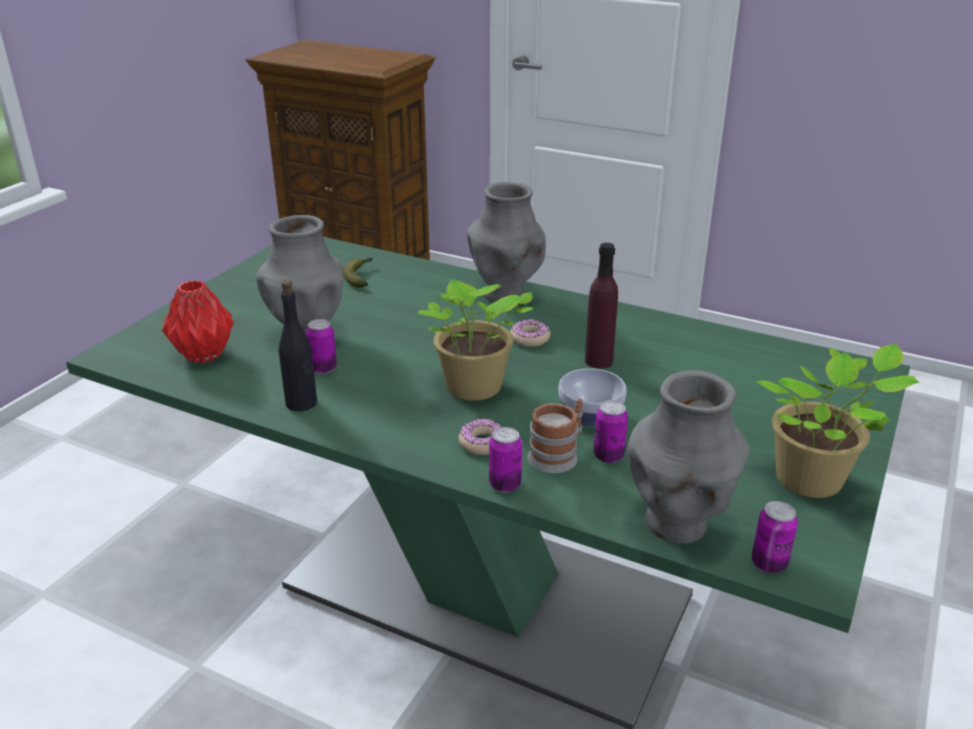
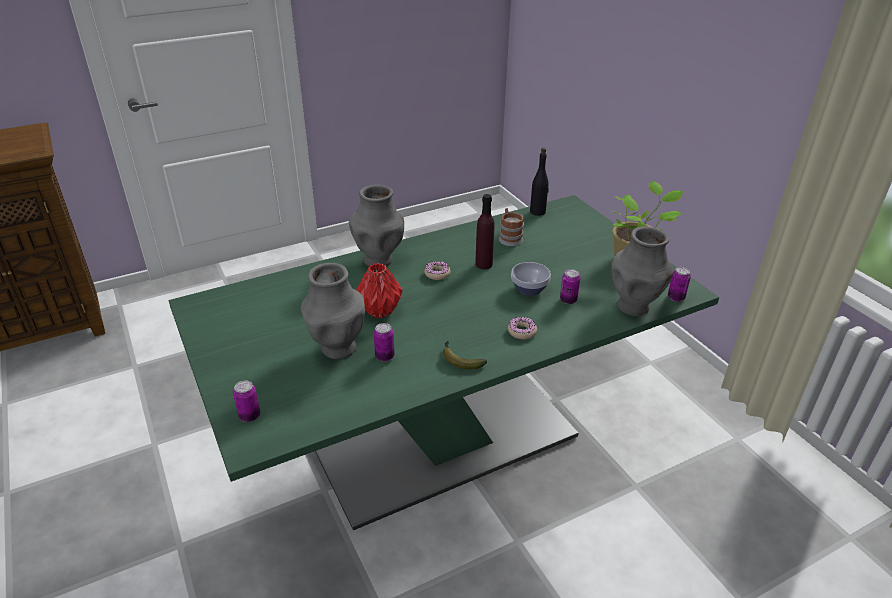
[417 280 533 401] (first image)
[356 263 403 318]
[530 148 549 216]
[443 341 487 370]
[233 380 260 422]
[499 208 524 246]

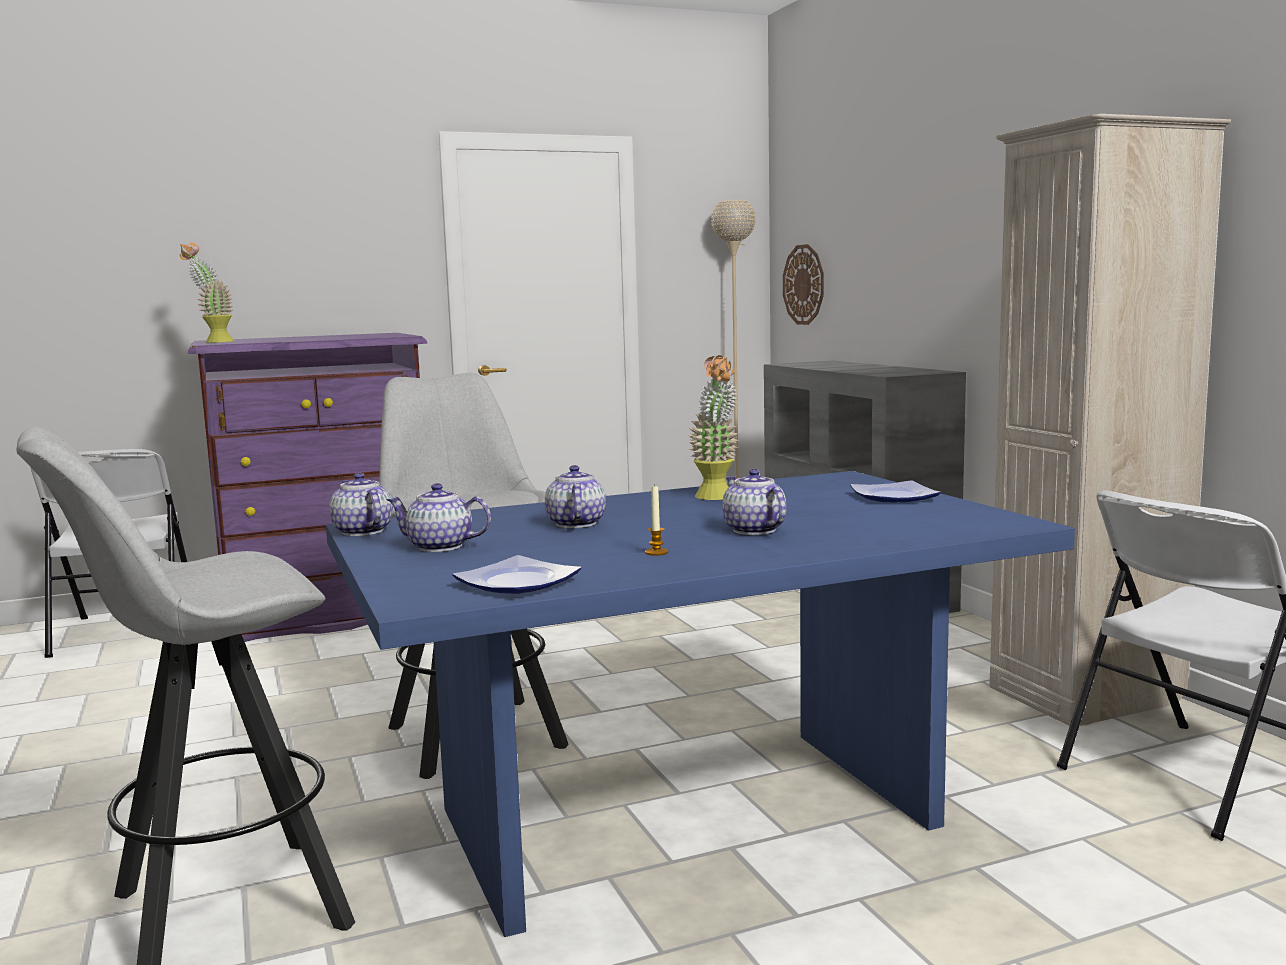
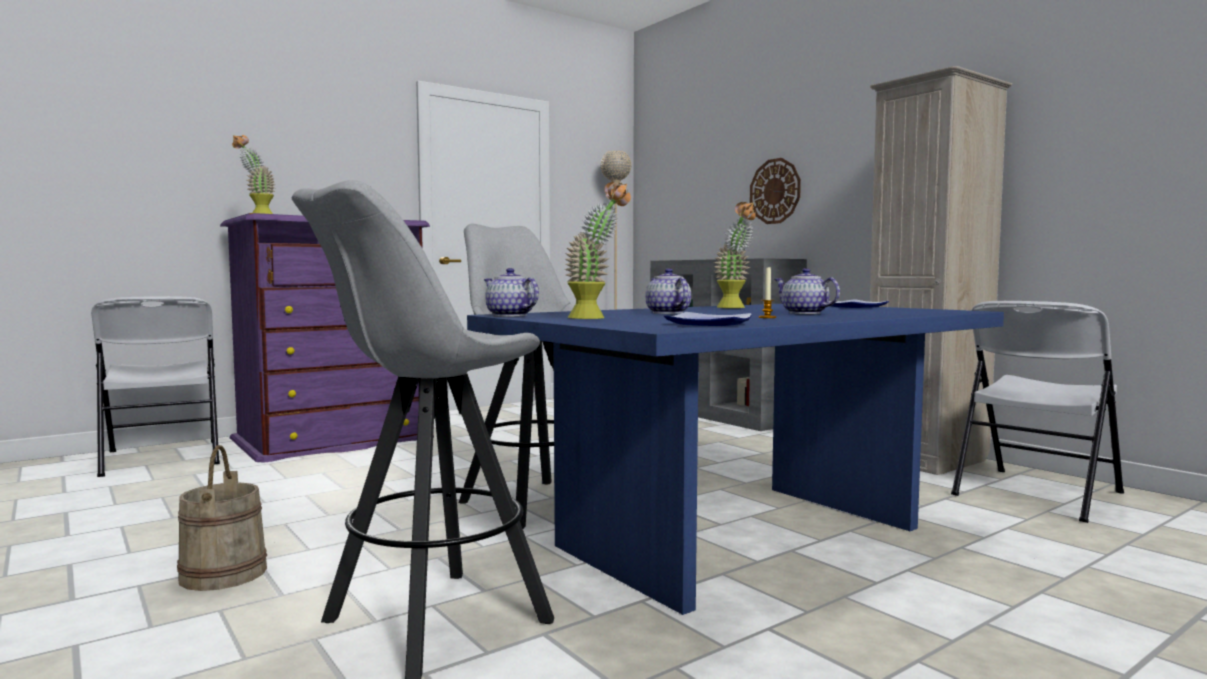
[177 445 267 591]
[750 158 801 224]
[565 182 631 319]

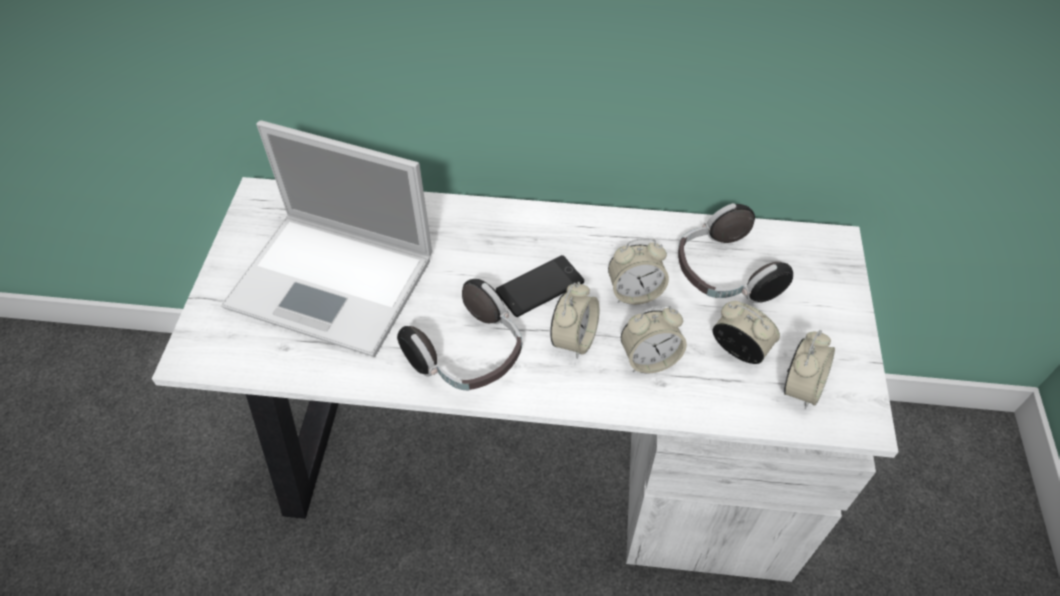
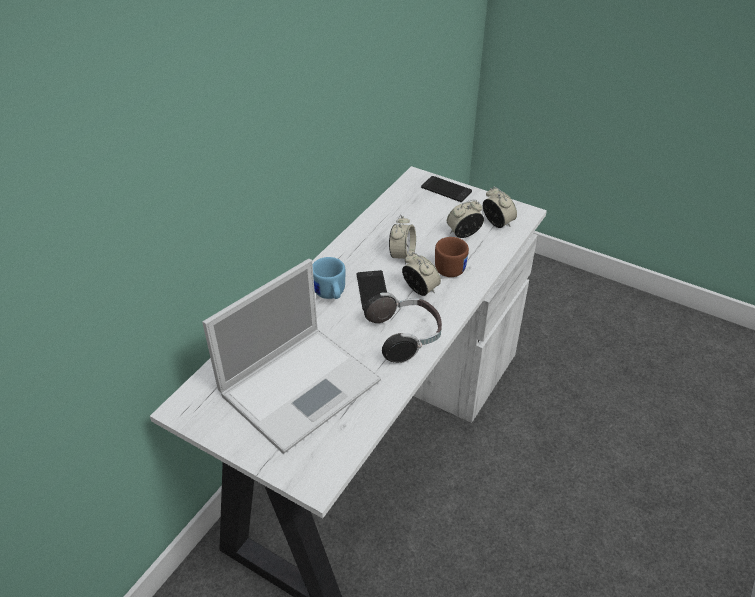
[678 203 793 303] (first image)
[312 257 345 299]
[421 176 472 202]
[435 237 469 277]

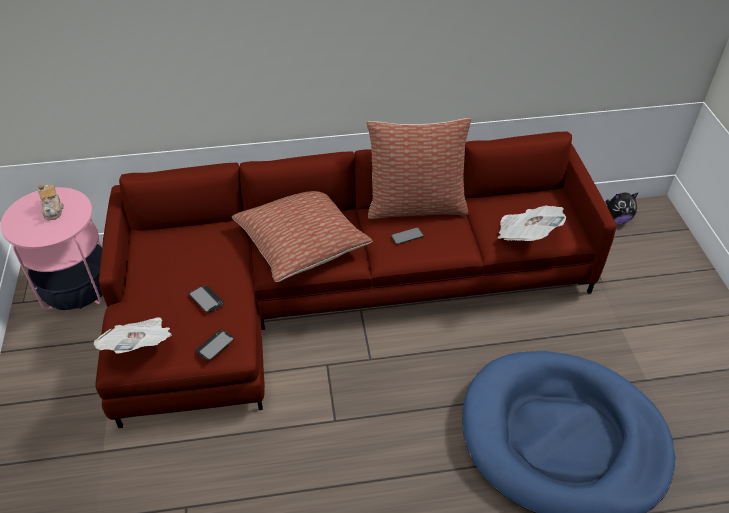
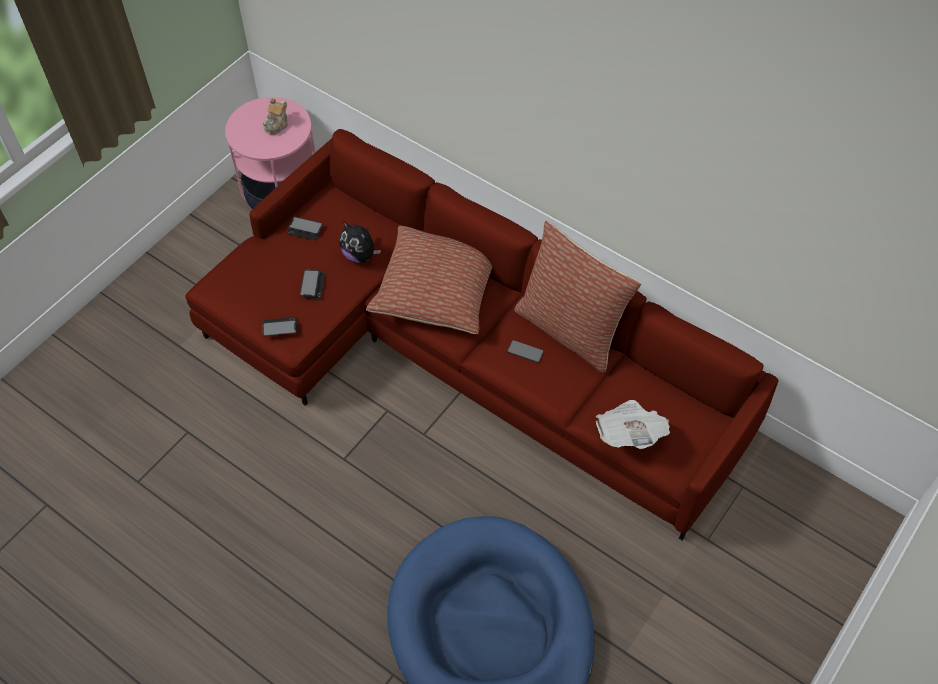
[94 317 172 354] (first image)
[287 217 322 240]
[339 221 381 263]

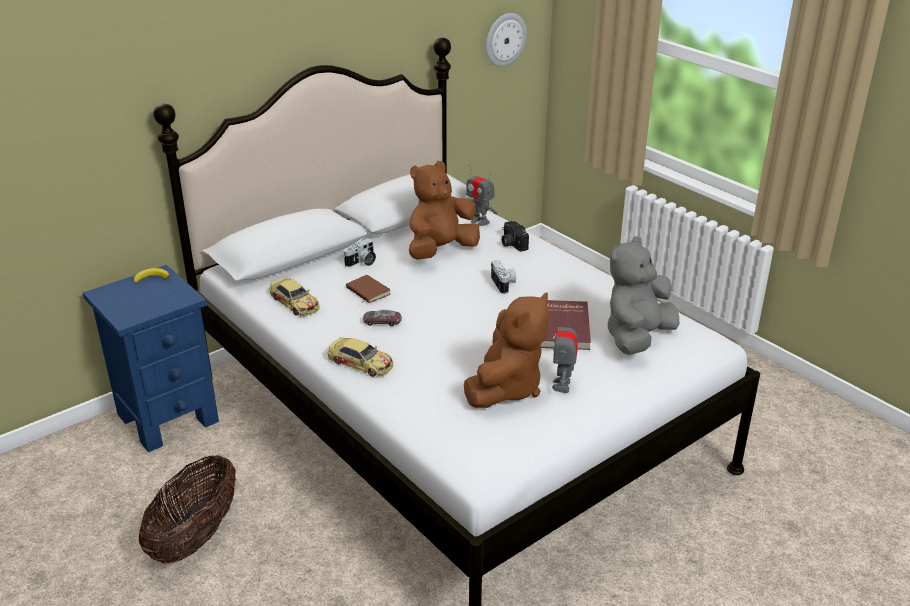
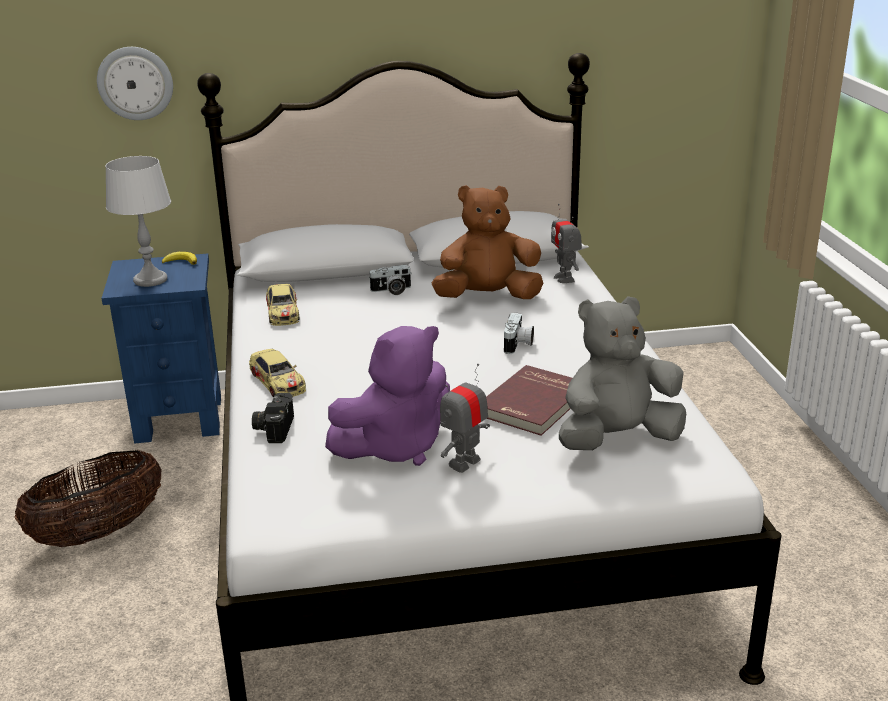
[346 275 391 303] (first image)
[363 310 402 326] (first image)
[105 156 171 287]
[97 47 173 120]
[252 393 294 443]
[325 326 450 466]

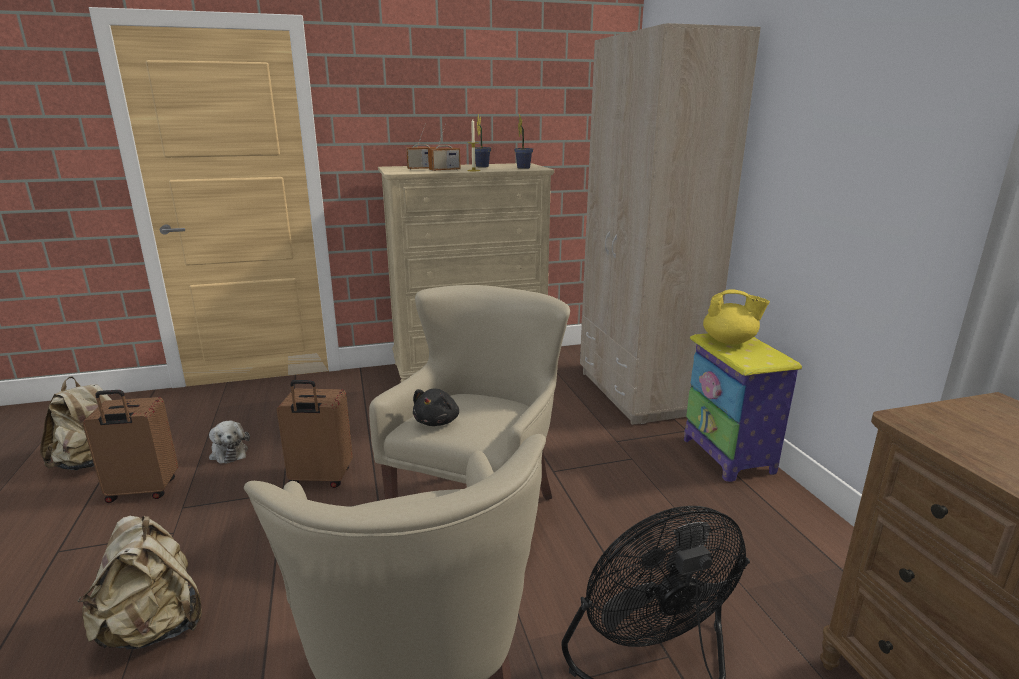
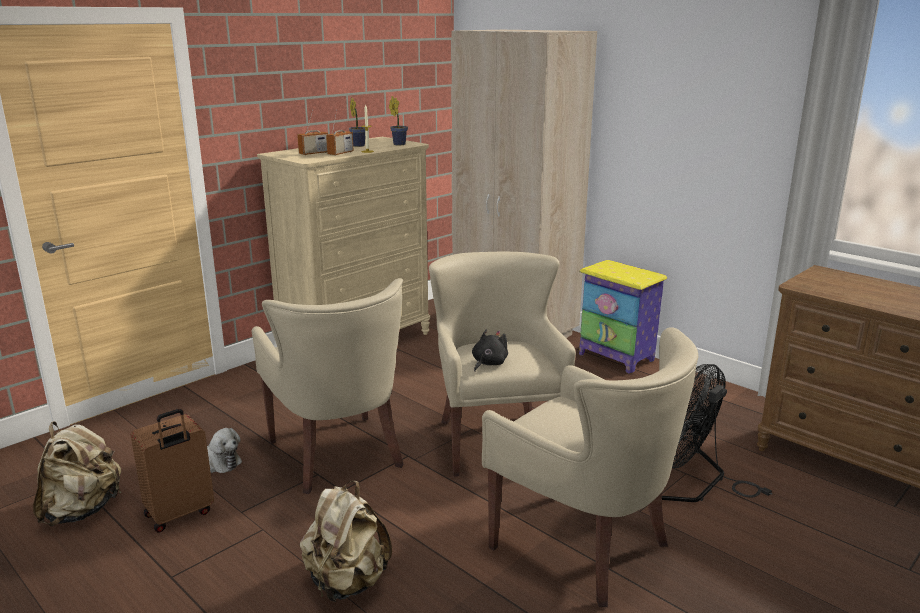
[703 290 770 344] (first image)
[252 278 404 494]
[472 329 508 372]

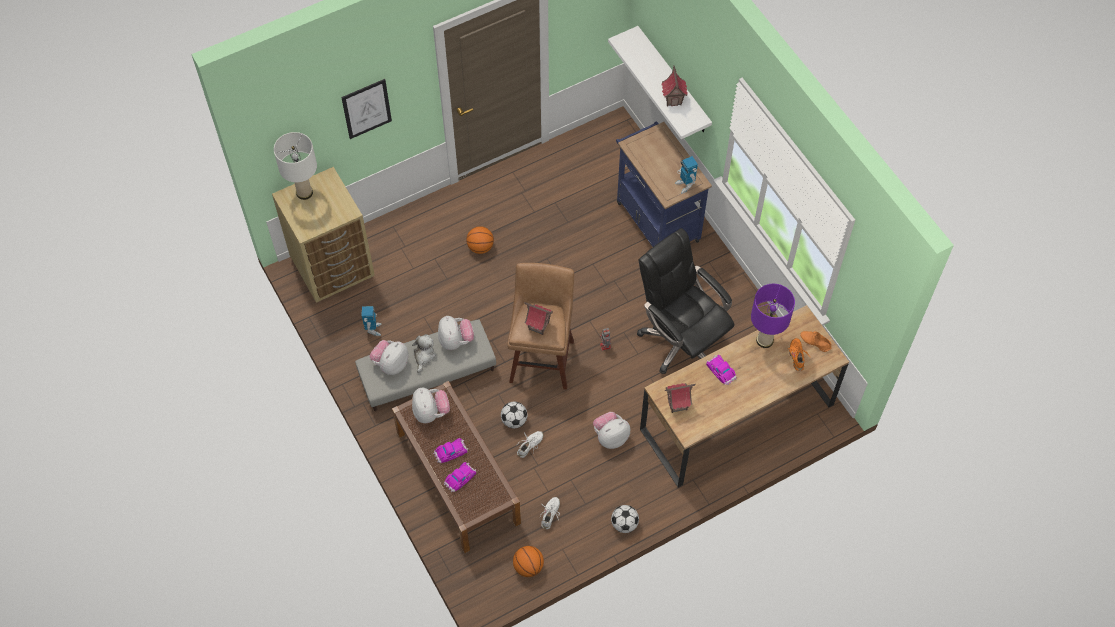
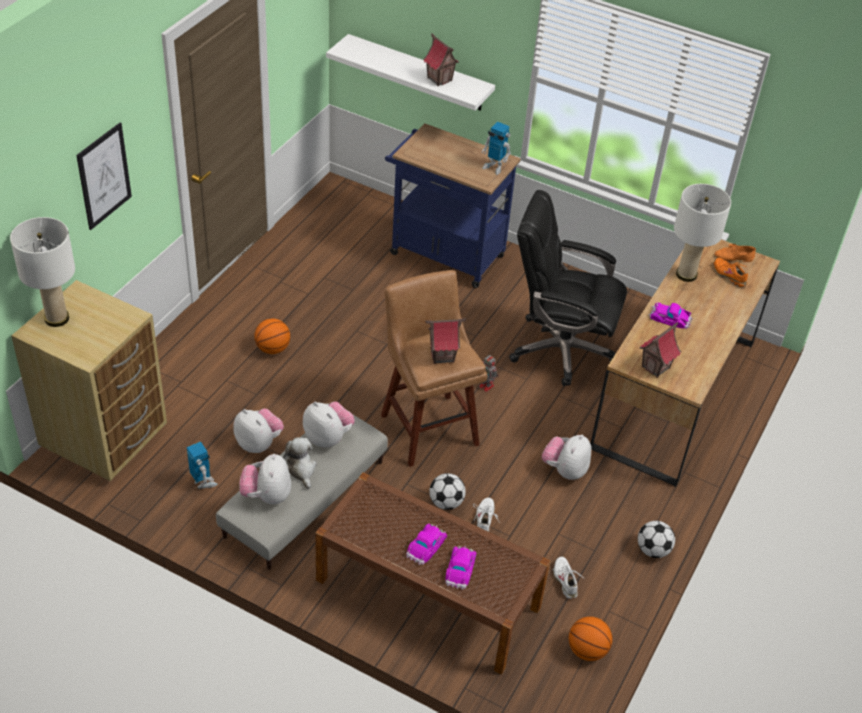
[233 408 284 453]
[674 184 731 282]

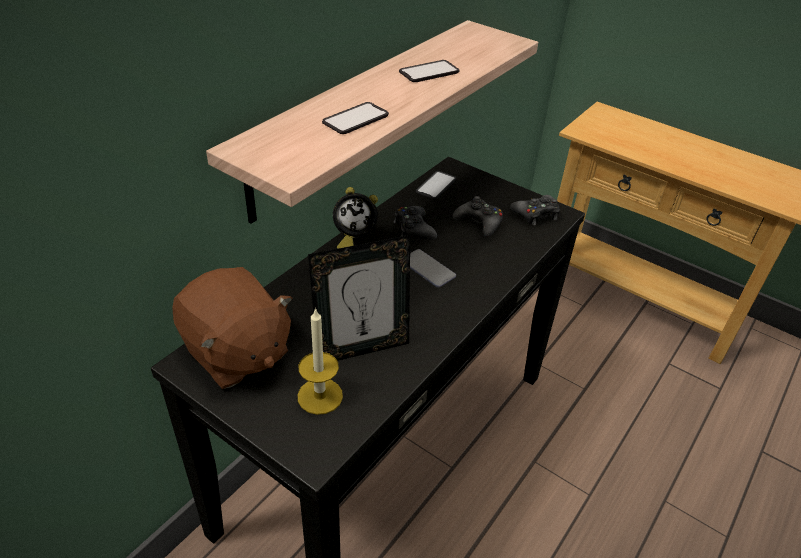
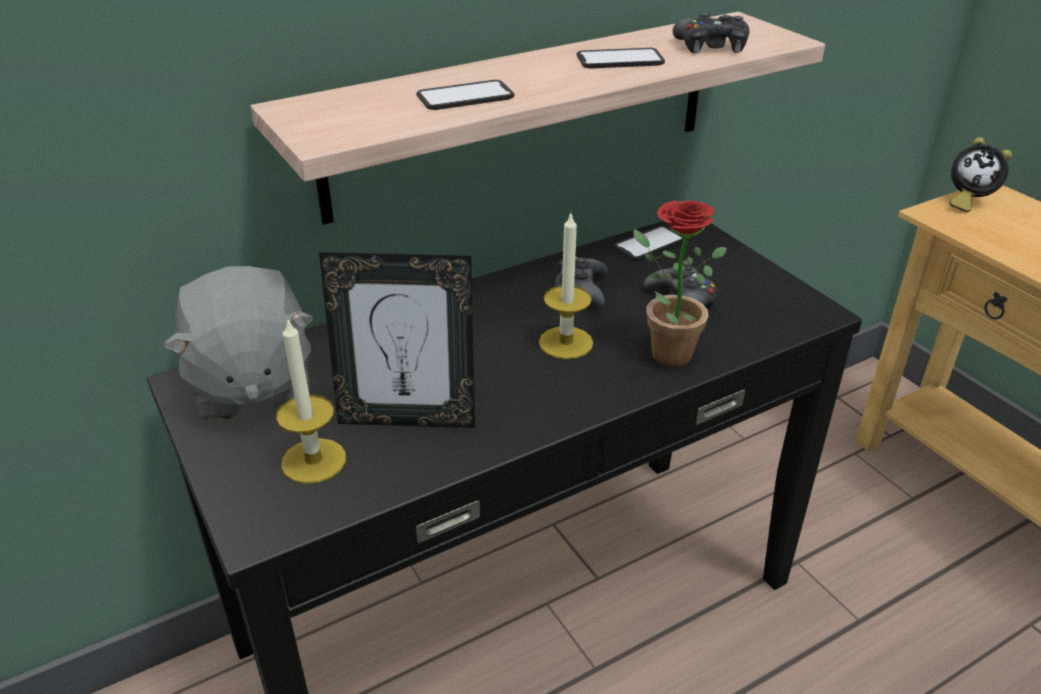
[633 200 727 367]
[949 137 1012 212]
[673 13 750 53]
[539 211 593 359]
[163 266 314 422]

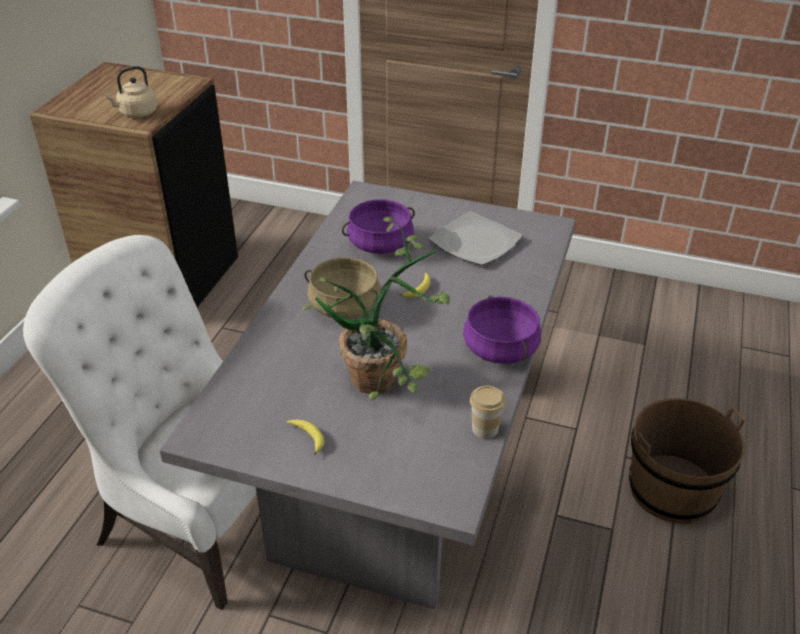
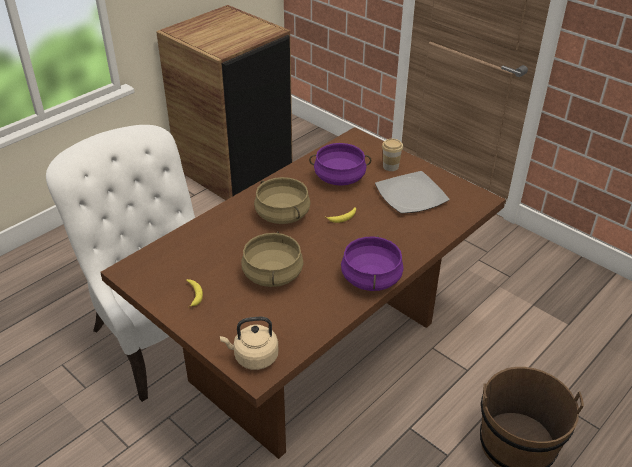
[220 317 278 370]
[382 139 403 171]
[241 231 304 287]
[100 127 506 459]

